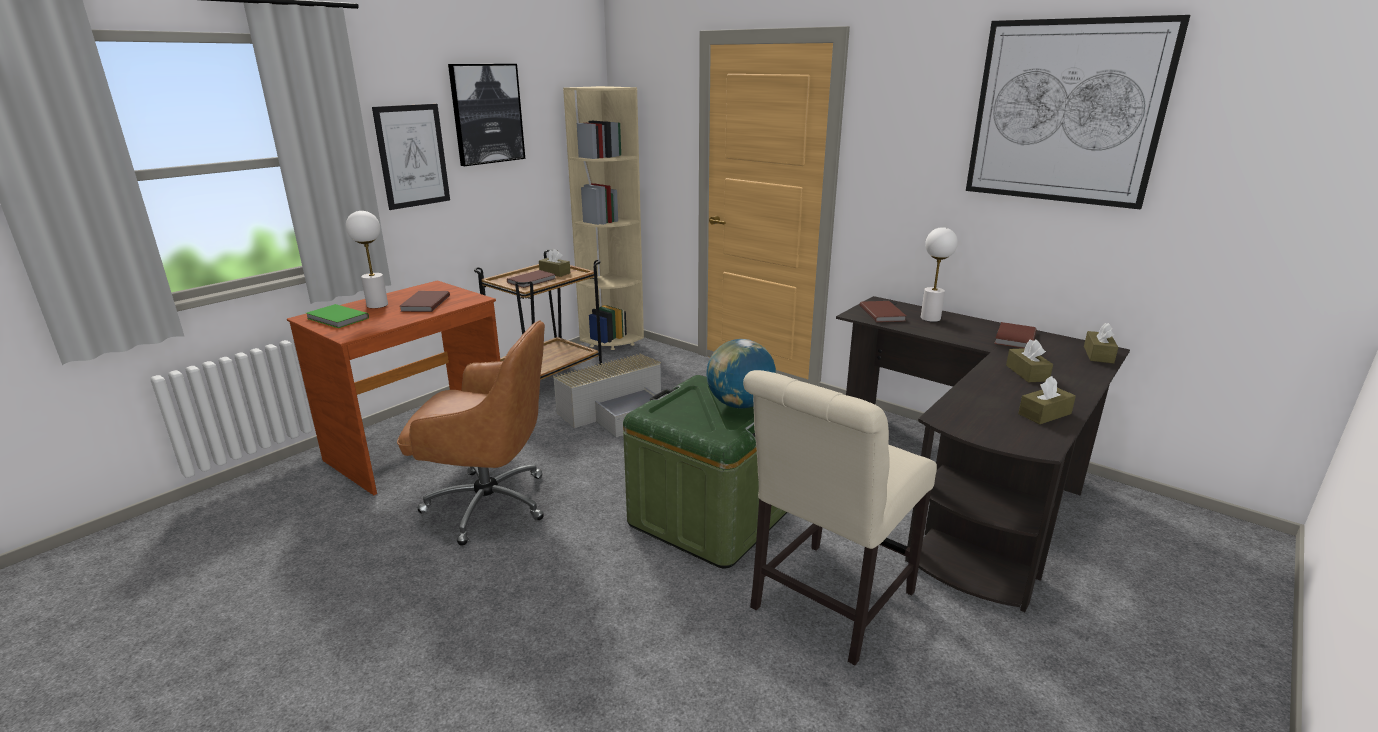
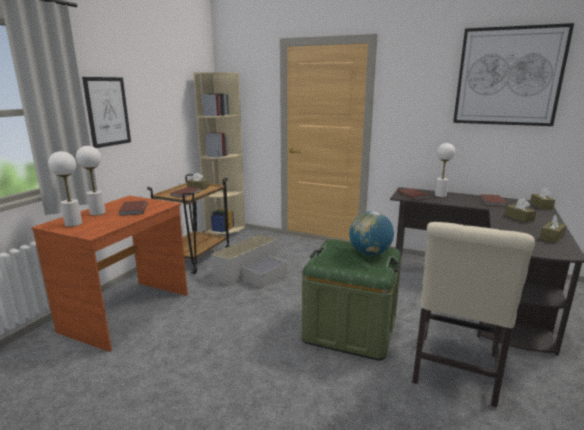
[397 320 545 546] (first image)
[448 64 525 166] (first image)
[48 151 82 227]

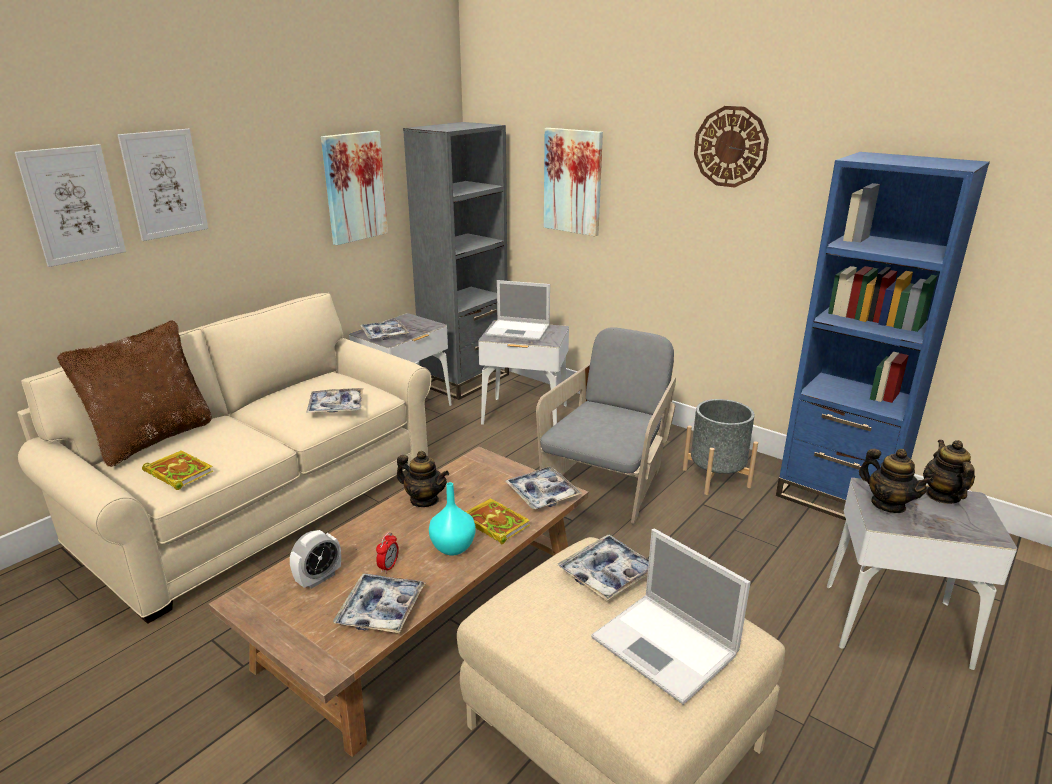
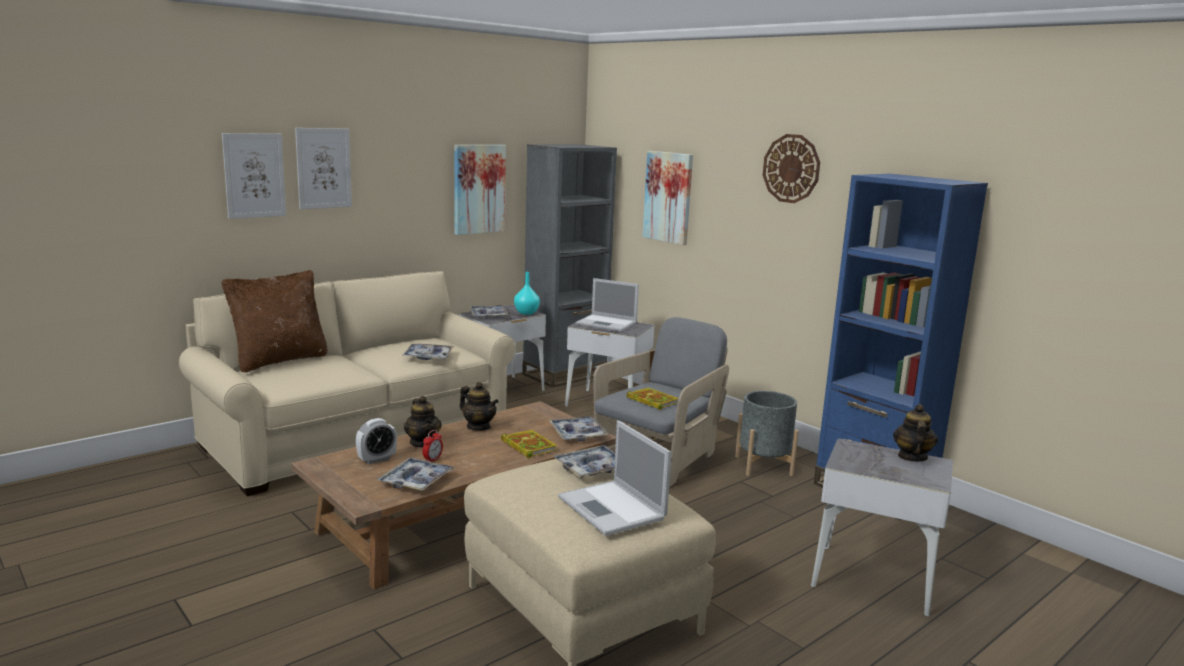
[627 388 679 410]
[514 272 540 315]
[404 396 442 448]

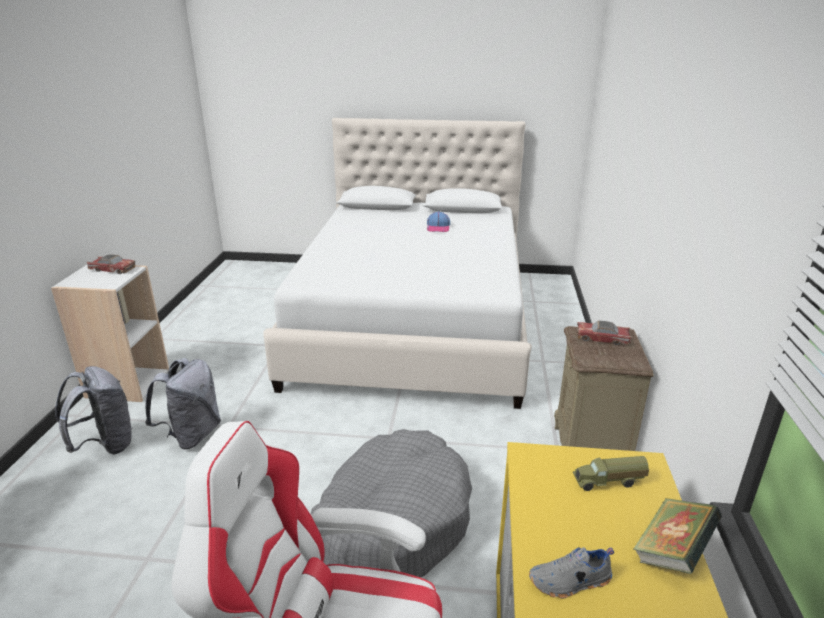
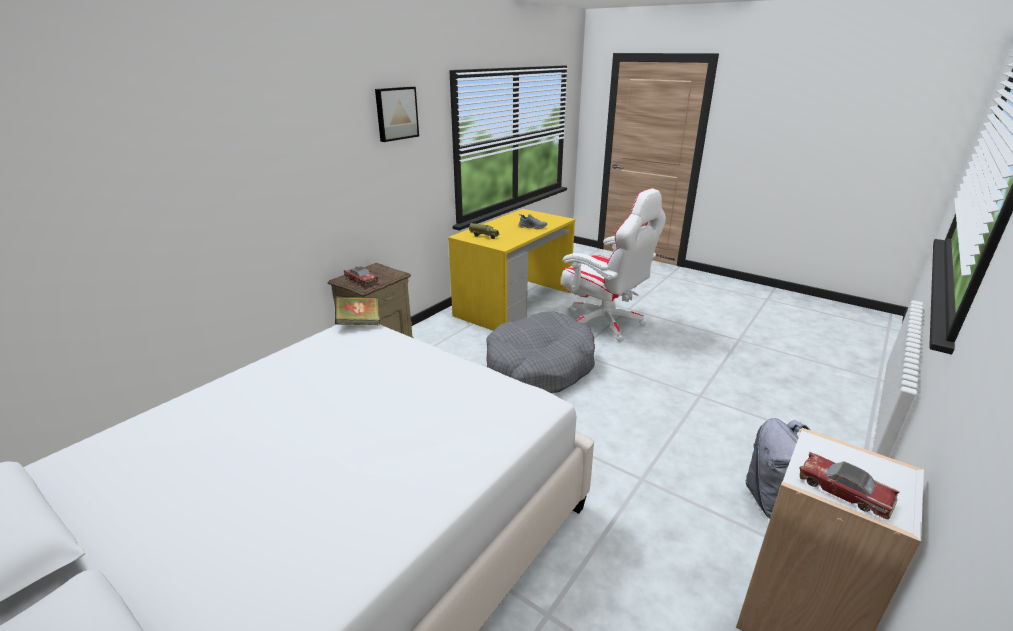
[145 358 221 449] (first image)
[427 211 450 232] (first image)
[375 87 419 142]
[335 296 380 325]

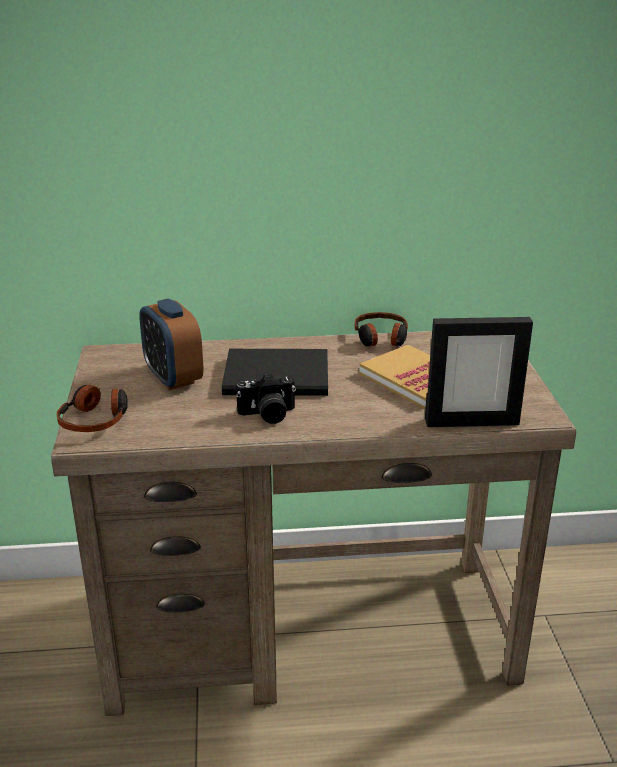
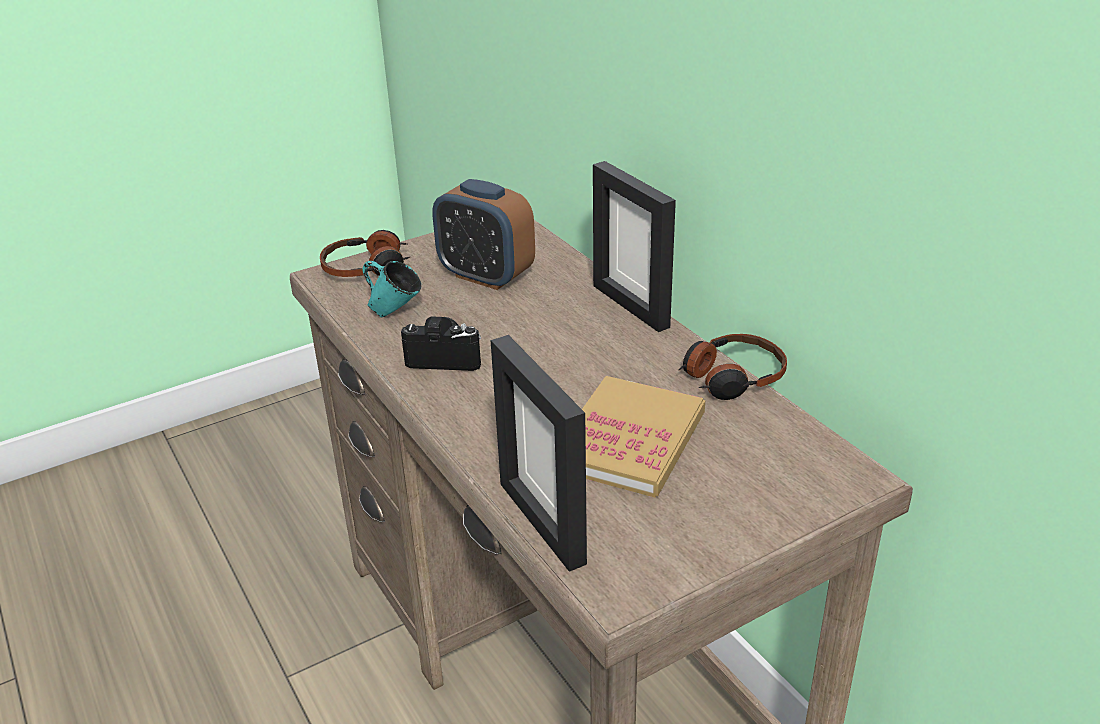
[222 349 328 396] (first image)
[363 261 421 318]
[593 161 676 332]
[432 179 535 290]
[401 316 481 371]

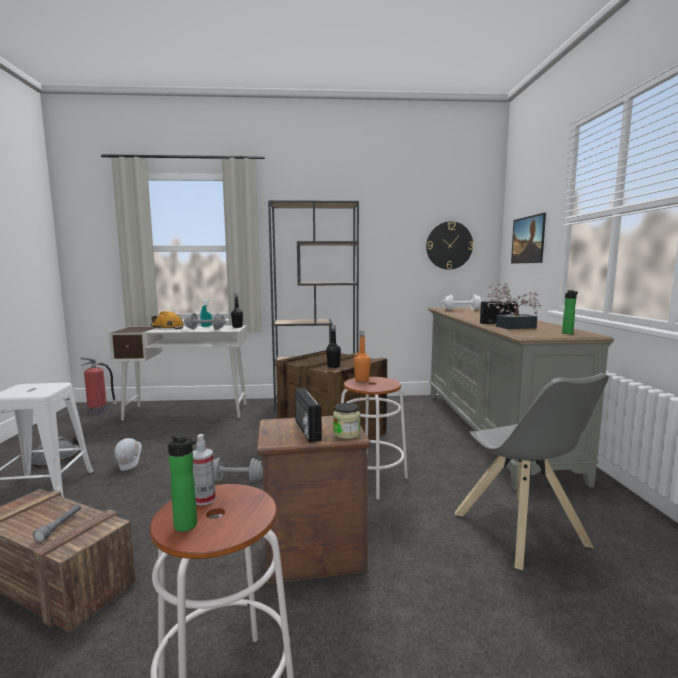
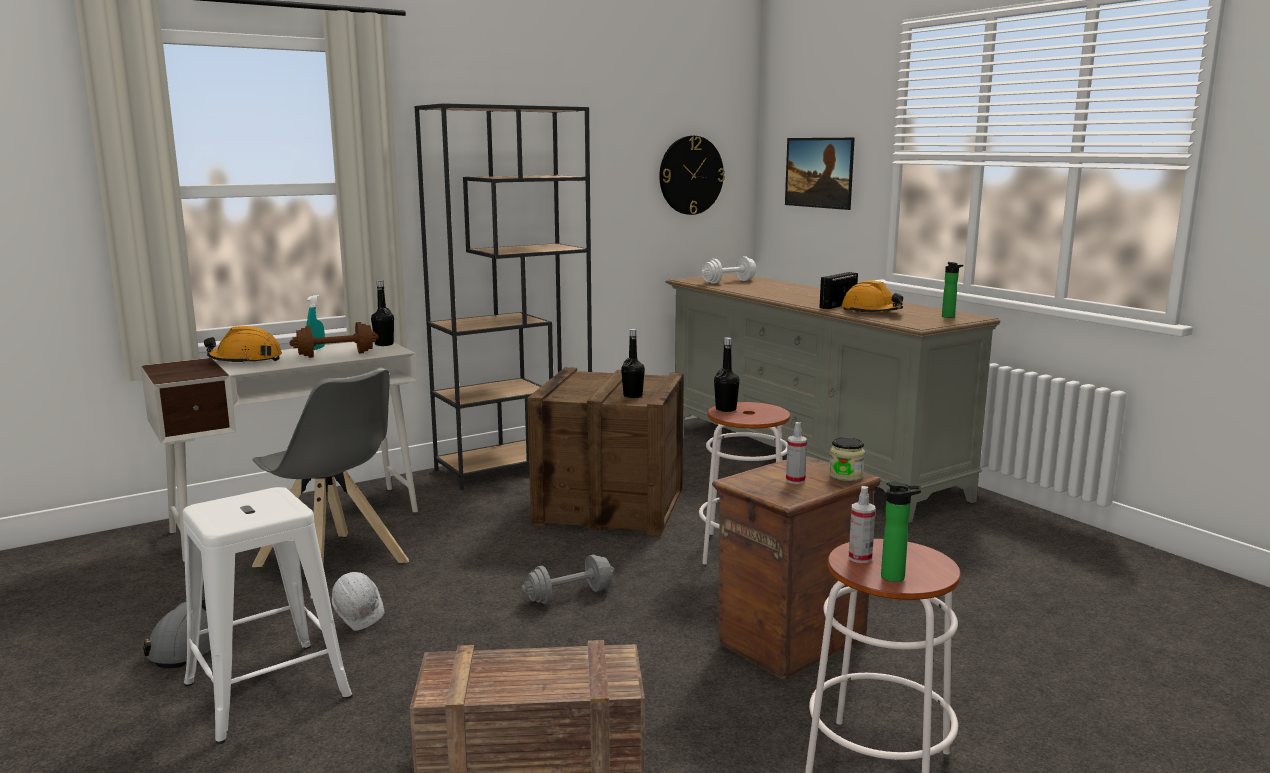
[33 504 81 542] (first image)
[80 358 117 414] (first image)
[252 367 409 599]
[786 422 807 484]
[841 280 903 313]
[290 322 379 358]
[714 337 740 412]

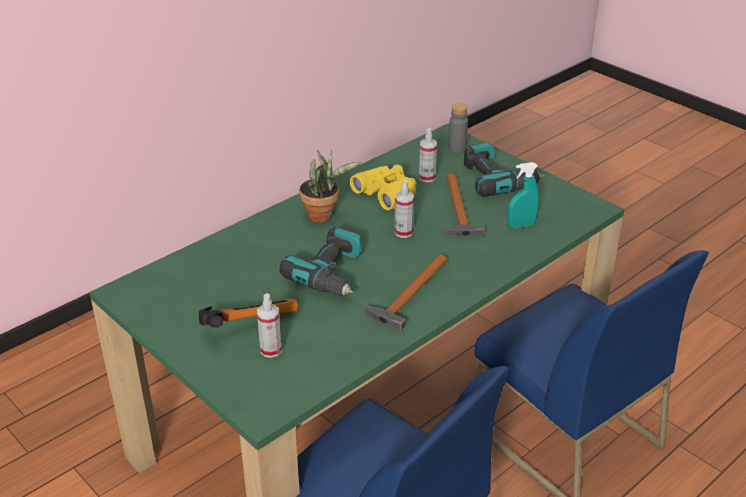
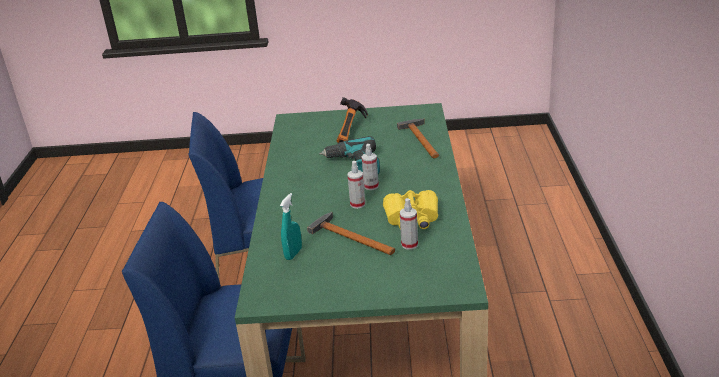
[299 150 361 222] (first image)
[448 103 468 153] (first image)
[464 143 545 197] (first image)
[362 144 379 190]
[397 119 439 158]

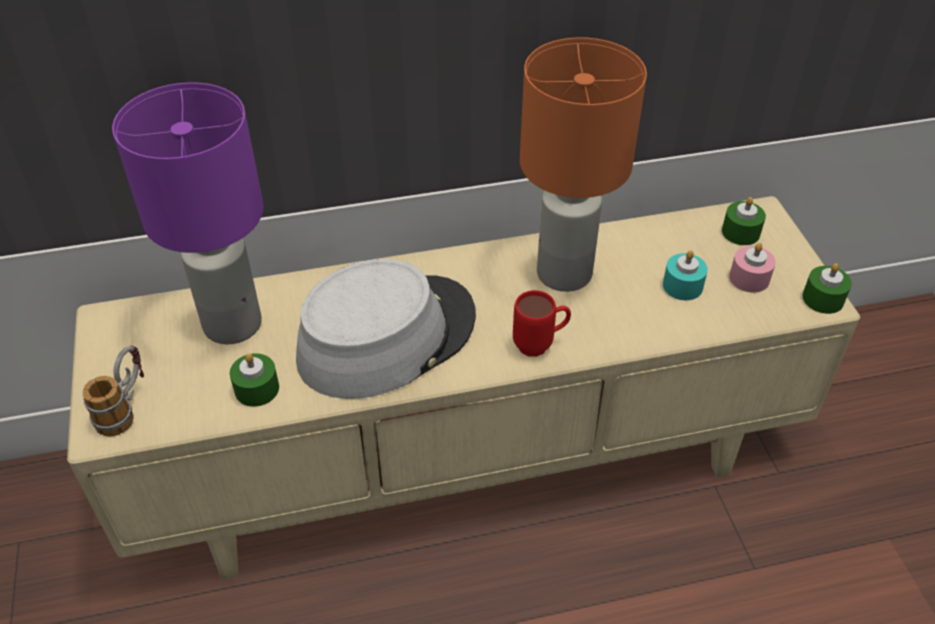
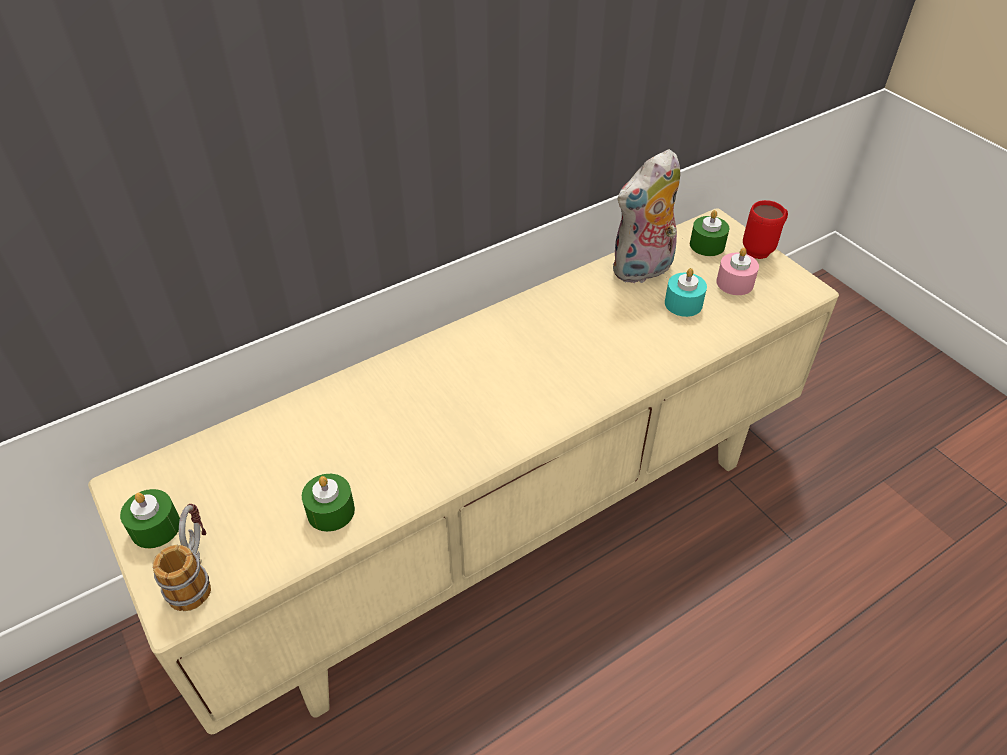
[112 82 264 345] (first image)
[296 259 476 399] (first image)
[520 37 647 292] (first image)
[613 149 680 283]
[743 200 788 259]
[120 489 180 548]

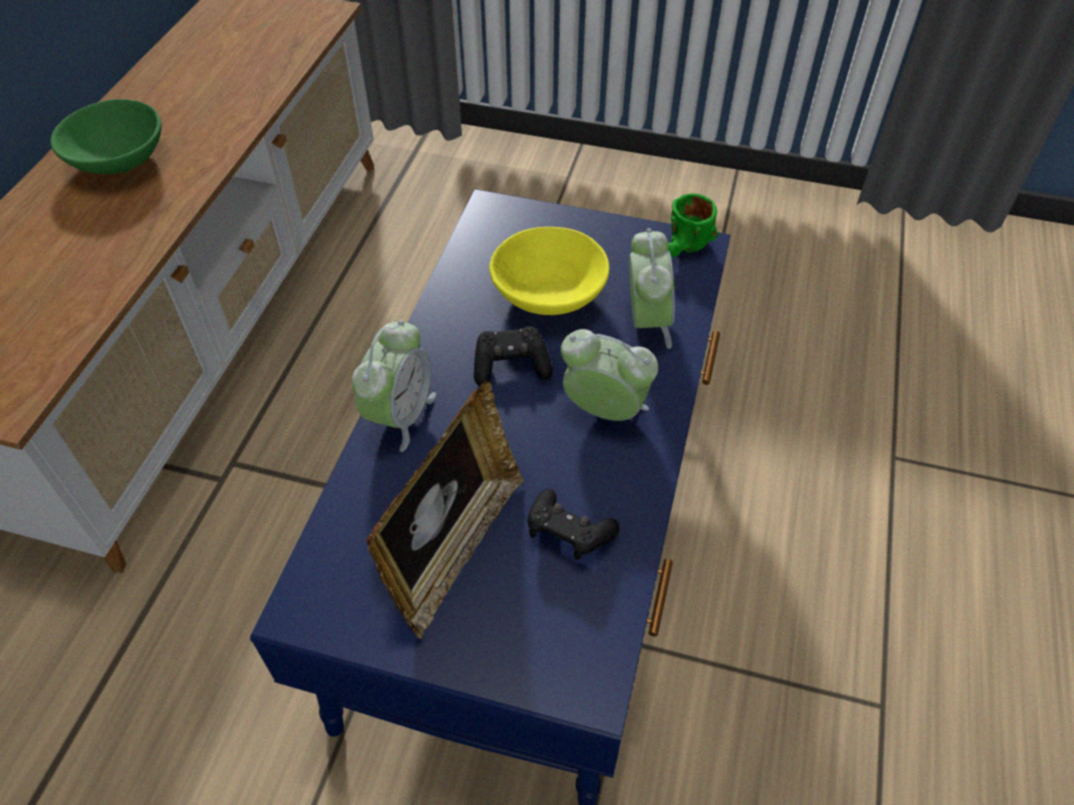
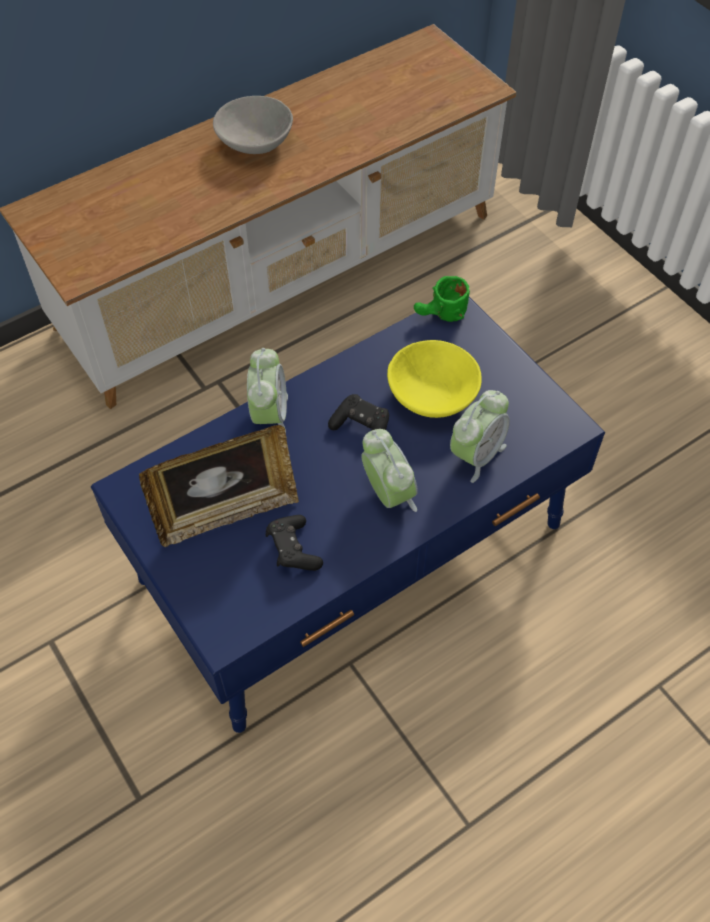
[414 276 470 322]
[213 96 293 154]
[247 348 288 433]

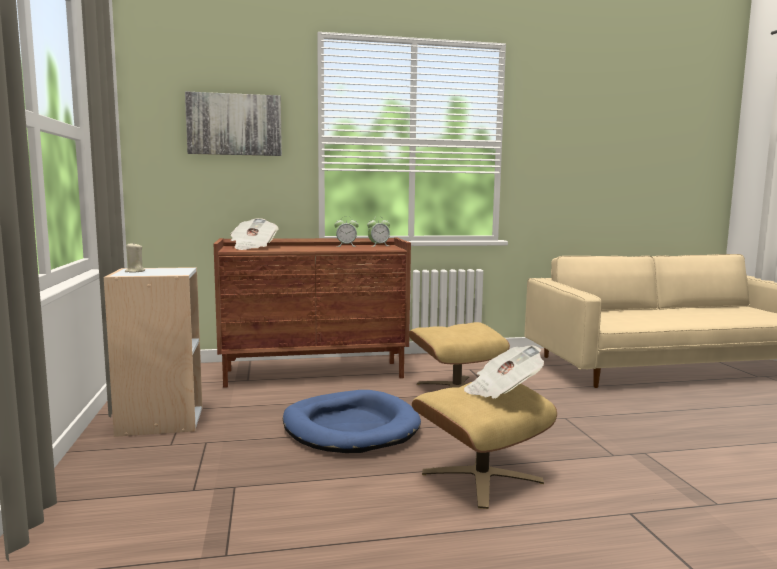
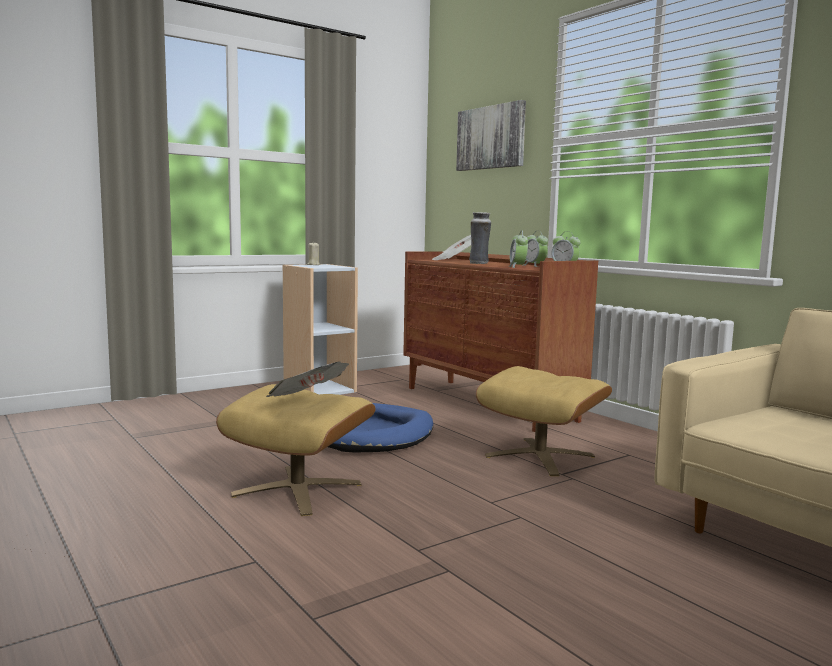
[469 212 491 264]
[509 231 528 268]

